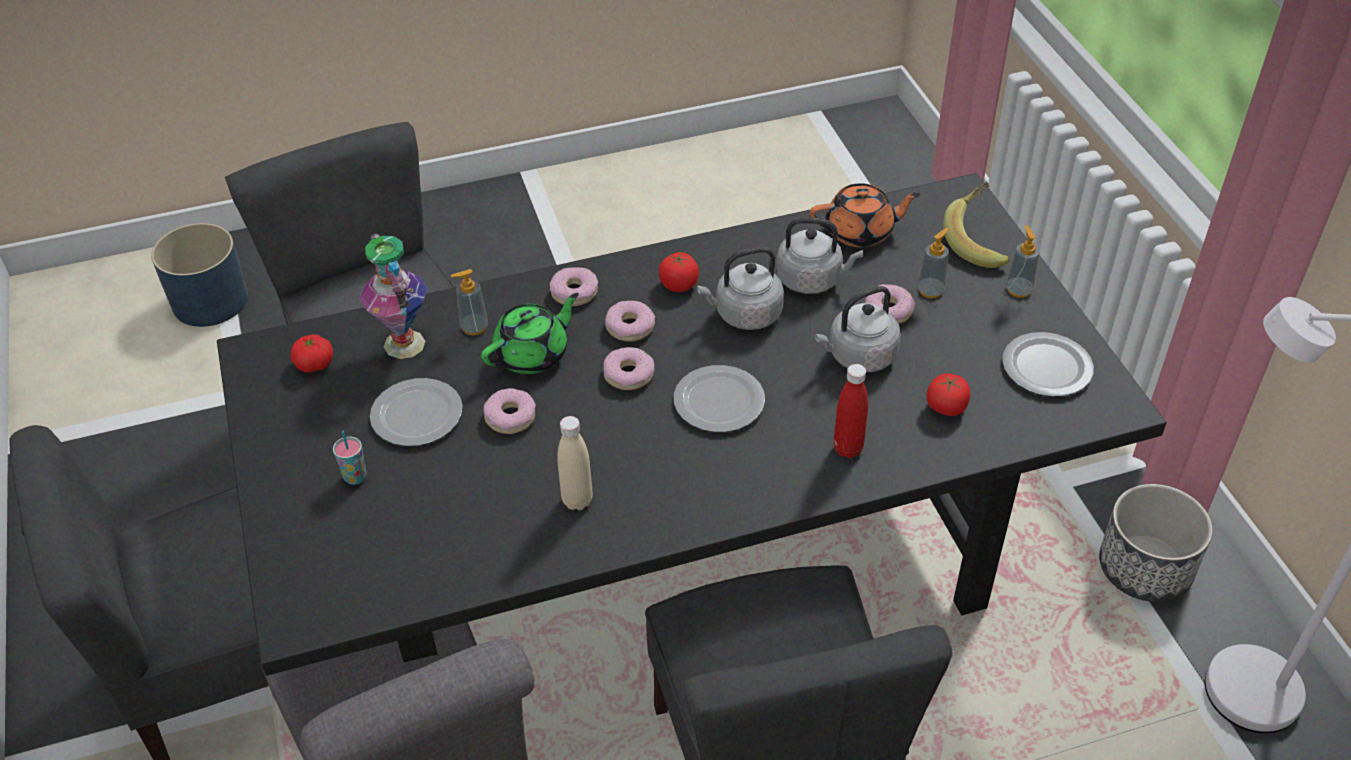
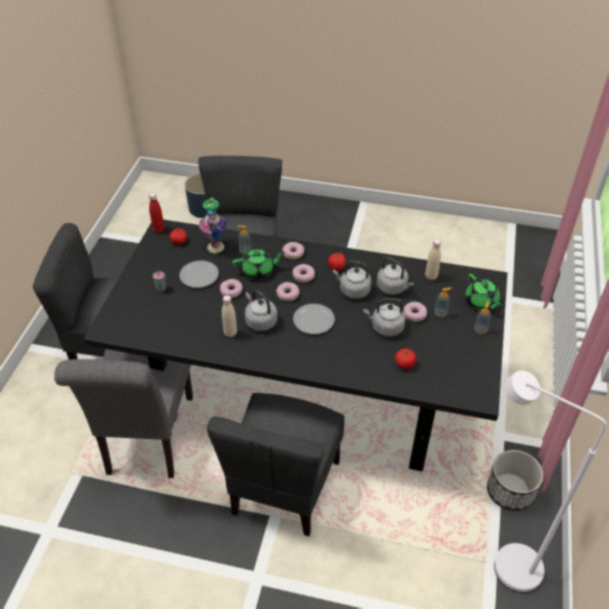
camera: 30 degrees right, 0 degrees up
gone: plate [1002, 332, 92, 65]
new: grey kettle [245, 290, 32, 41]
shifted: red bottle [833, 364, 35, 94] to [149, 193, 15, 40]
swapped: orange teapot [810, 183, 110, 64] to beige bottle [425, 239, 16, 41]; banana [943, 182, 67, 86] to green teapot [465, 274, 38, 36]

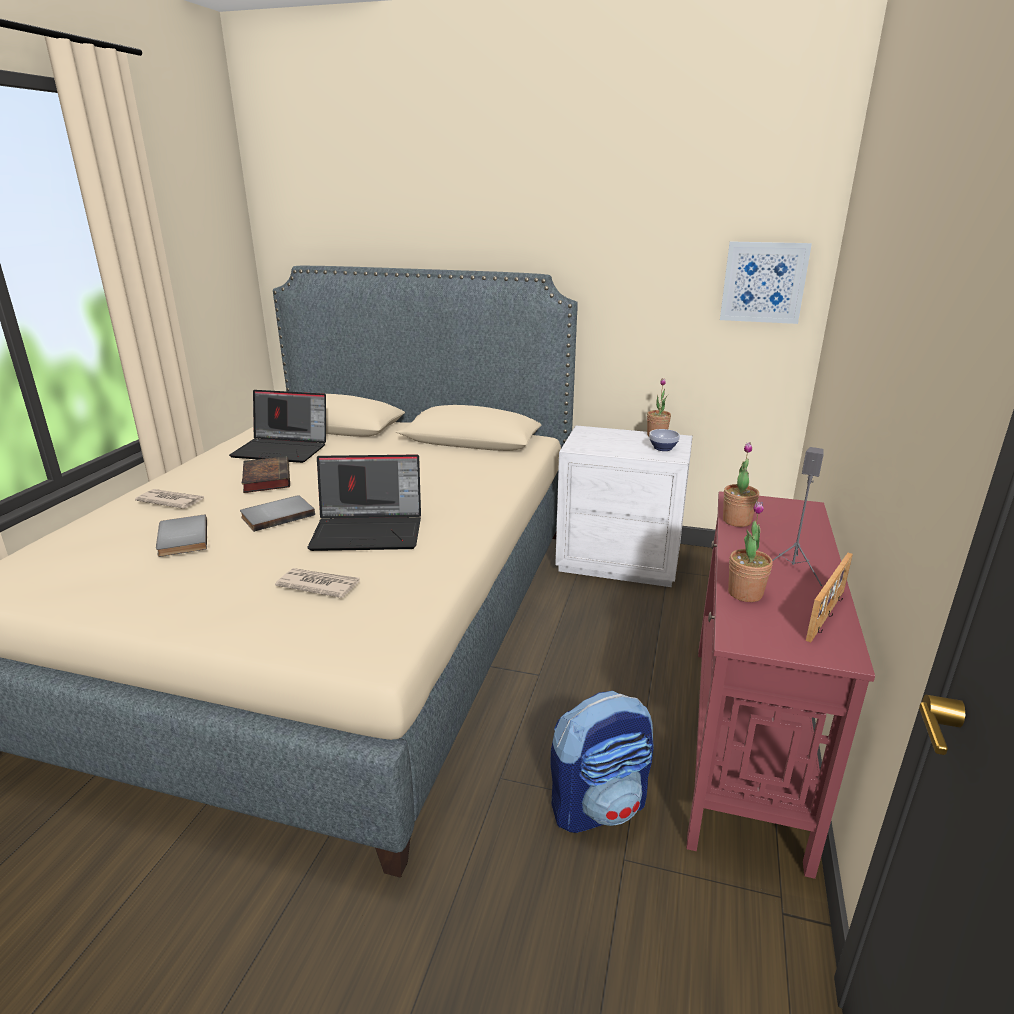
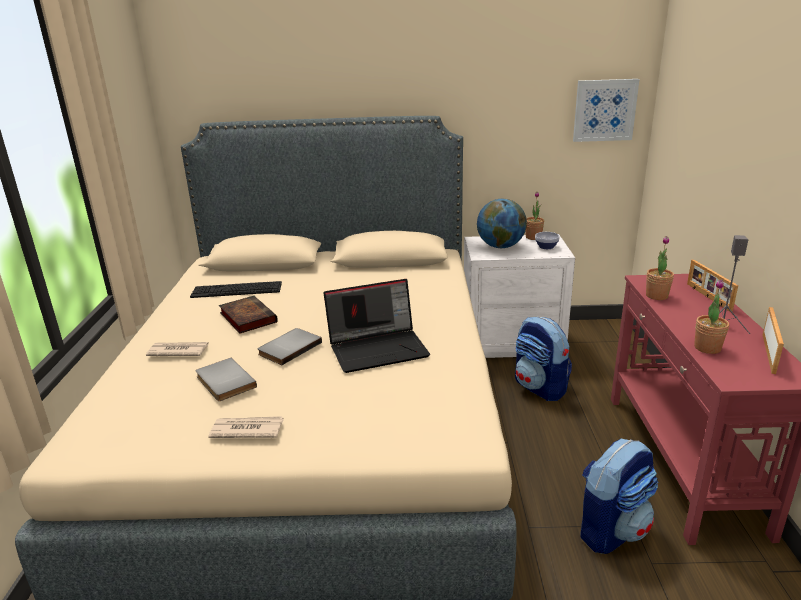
camera: 15 degrees left, 0 degrees up
new: globe [477, 199, 50, 49]; backpack [515, 316, 57, 85]; picture frame [687, 260, 51, 52]
shifted: newspaper [275, 568, 85, 30] to [208, 416, 76, 22]
swapped: laptop [229, 390, 97, 73] to keyboard [190, 281, 92, 17]

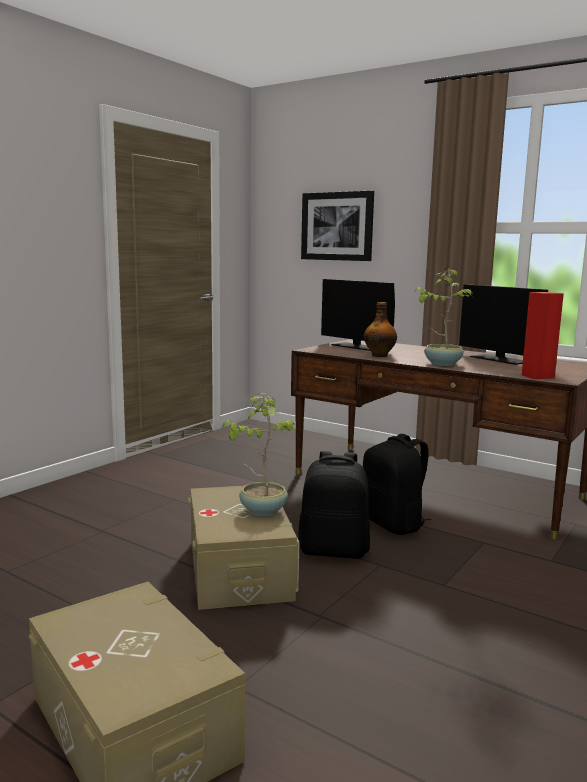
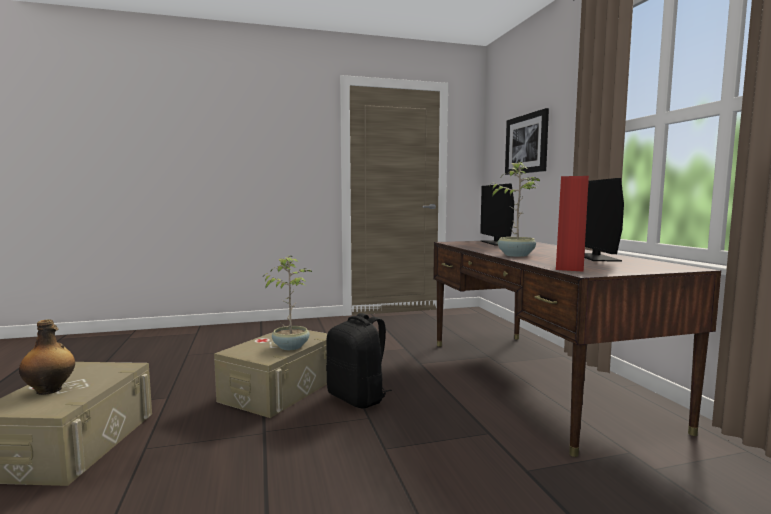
camera: 40 degrees right, 5 degrees down
gone: black backpack [363, 434, 68, 101]
shifted: bottle [364, 302, 33, 55] to [19, 319, 56, 76]

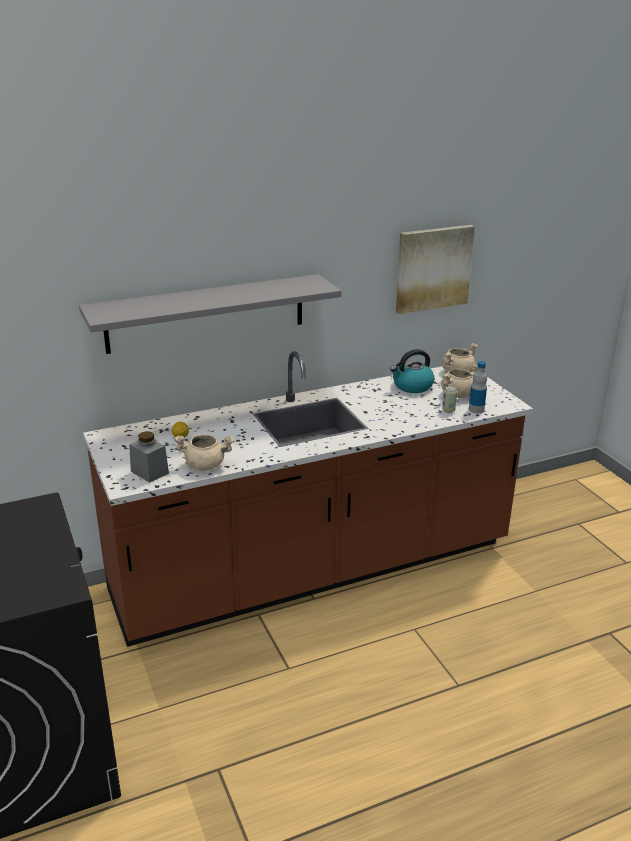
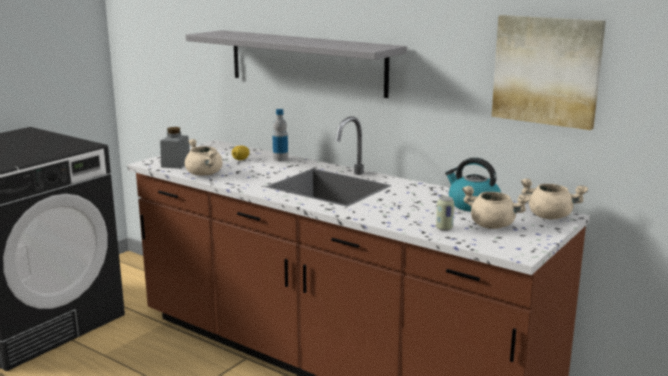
camera: 60 degrees right, 10 degrees down
shifted: bottle [469, 361, 18, 52] to [273, 109, 15, 52]

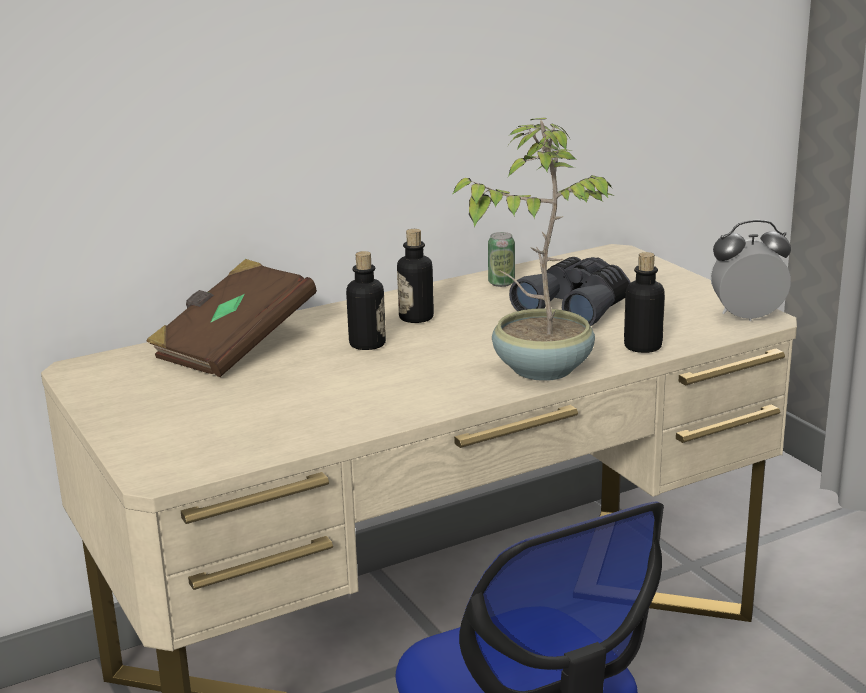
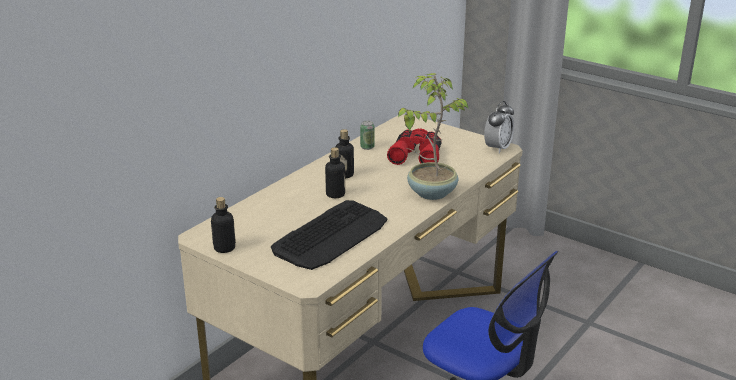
camera: 25 degrees left, 5 degrees up
gone: brown book [146, 259, 171, 118]
new: keyboard [271, 200, 117, 70]
shifted: bottle [624, 252, 41, 101] to [211, 197, 25, 56]
repainted: grey binoculars [509, 257, 122, 69] to red binoculars [387, 128, 55, 37]
rotated: alarm clock [711, 220, 80, 101] = [484, 101, 30, 53] 150 degrees clockwise

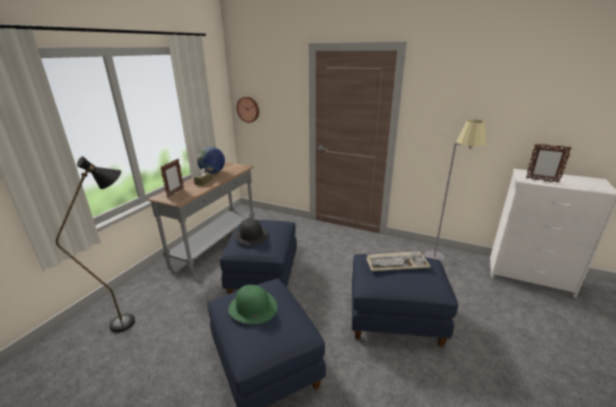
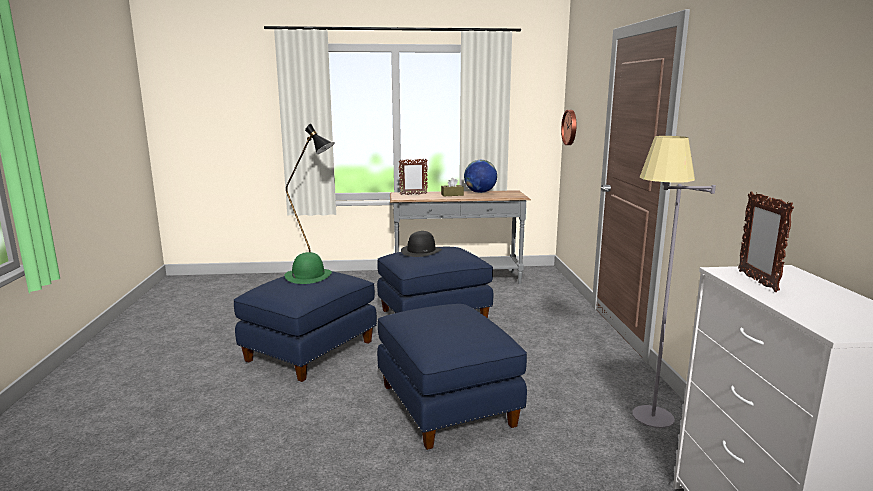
camera: 60 degrees right, 10 degrees down
gone: keyboard [366, 252, 65, 19]

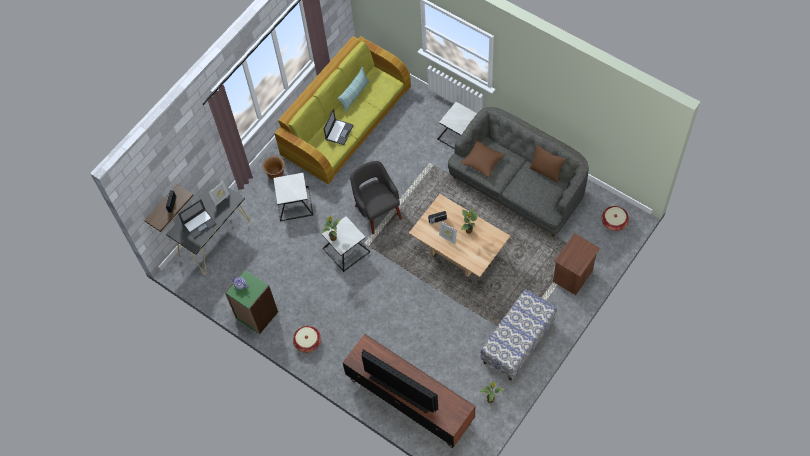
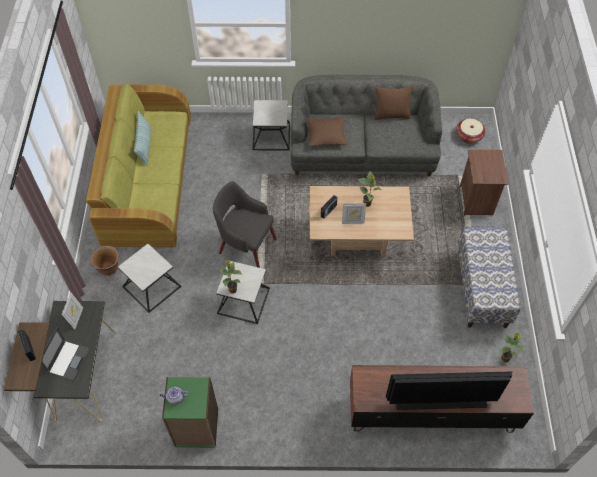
camera: 40 degrees left, 5 degrees down
gone: basket [293, 326, 28, 27]; laptop [324, 108, 29, 37]

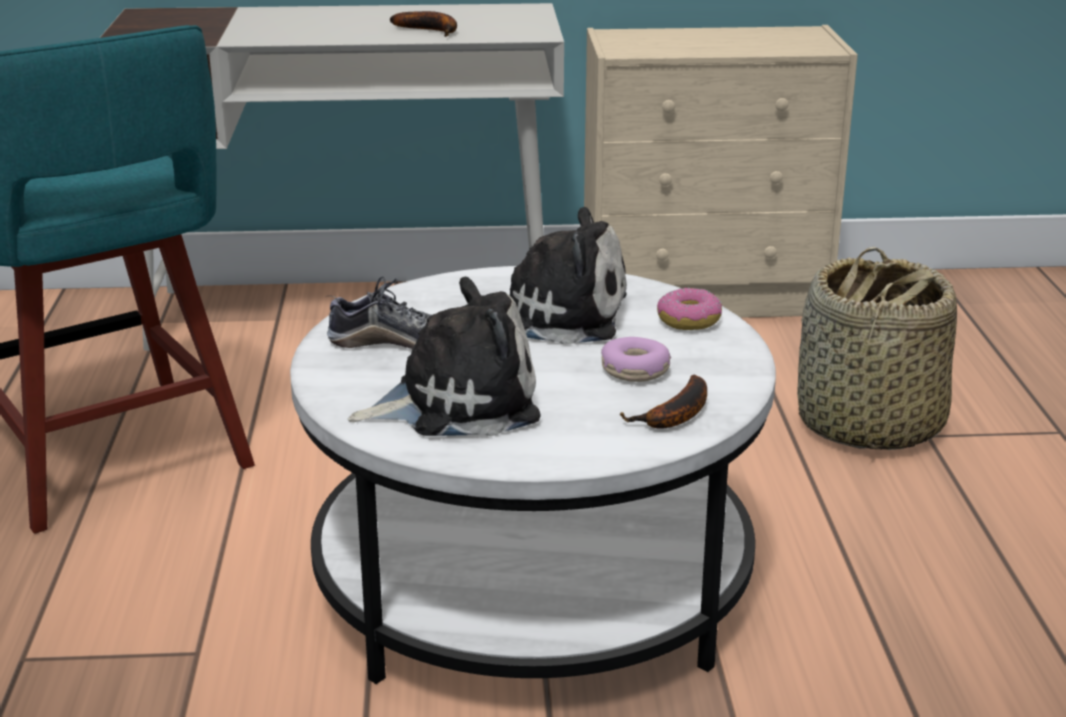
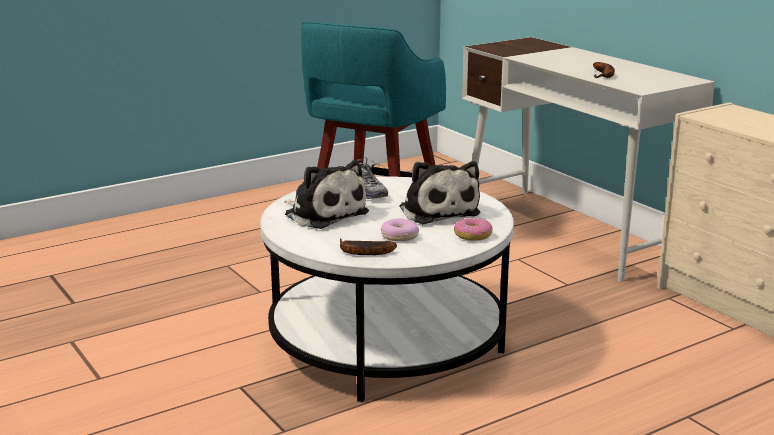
camera: 60 degrees right, 5 degrees down
gone: basket [797, 247, 160, 203]

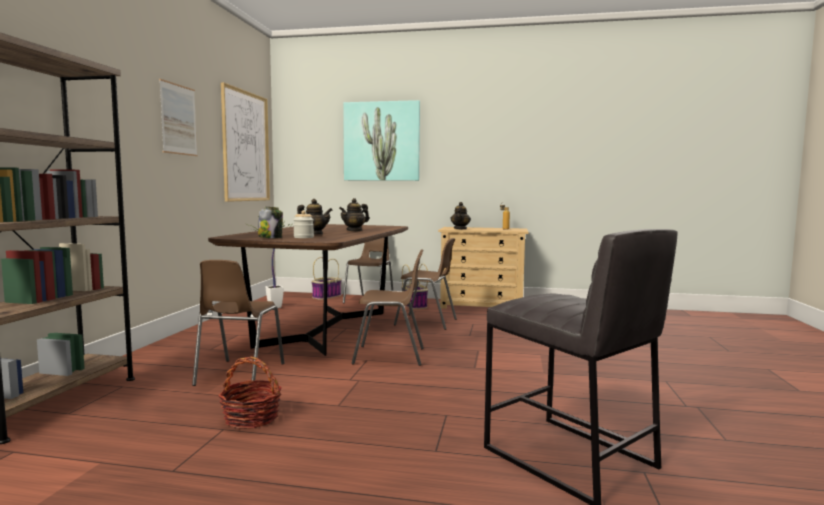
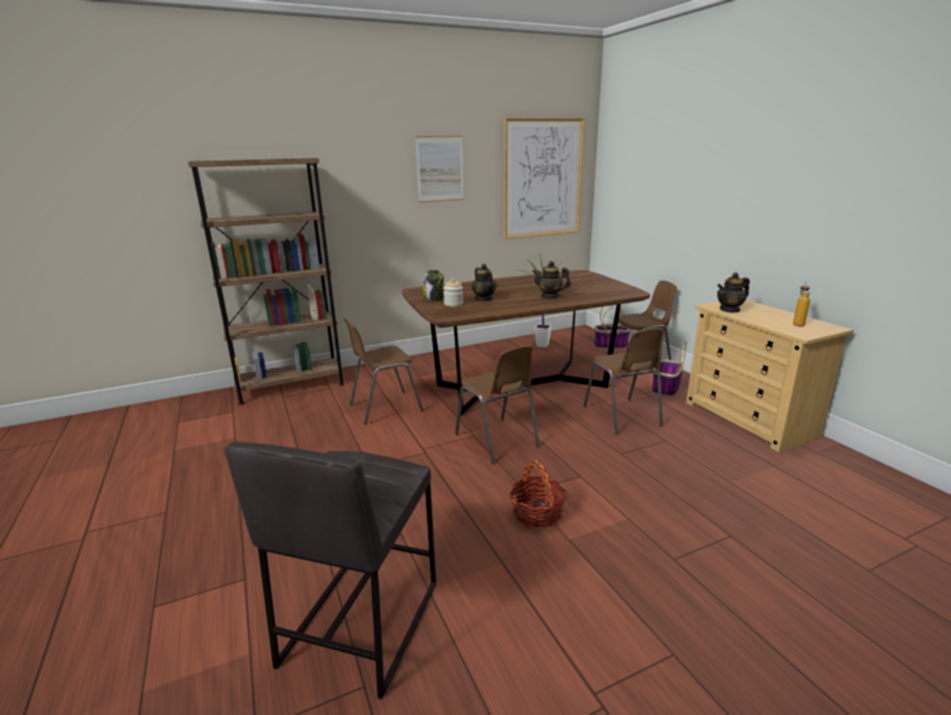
camera: 55 degrees right, 15 degrees up
gone: picture [343, 100, 77, 81]
shifted: basket [219, 356, 63, 73] to [509, 460, 57, 69]

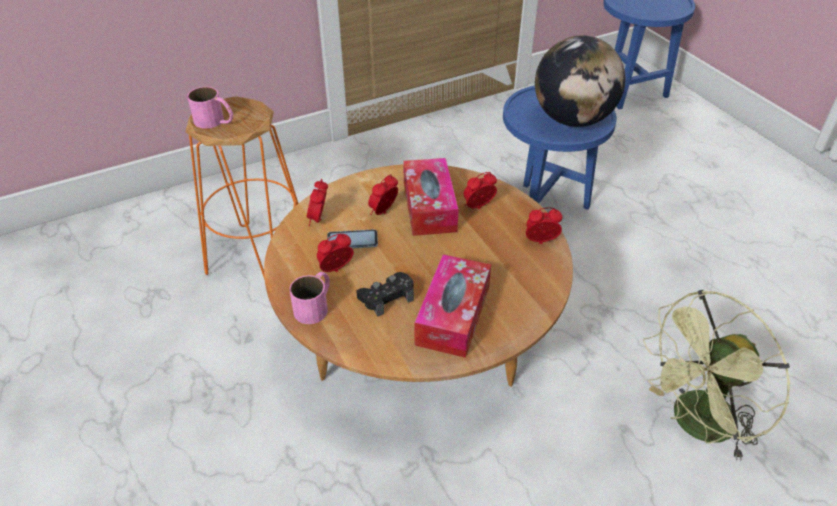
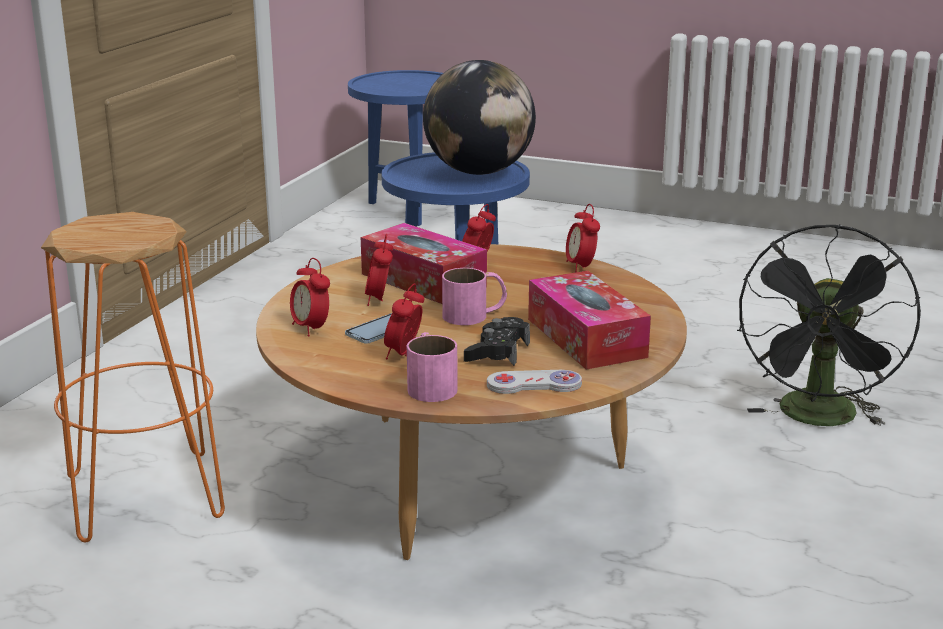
camera: 40 degrees left, 20 degrees down
new: white game controller [487, 370, 95, 24]
shifted: pink mug [187, 87, 46, 42] to [442, 268, 65, 57]
repainted: green fan [643, 290, 147, 171] to black fan [737, 224, 184, 202]
rotated: alarm clock [526, 207, 36, 37] = [566, 204, 34, 69] 60 degrees counterclockwise

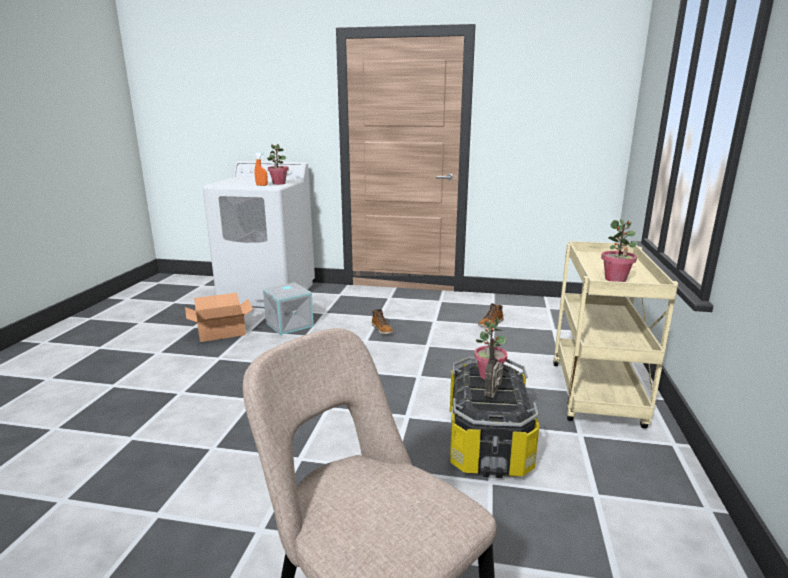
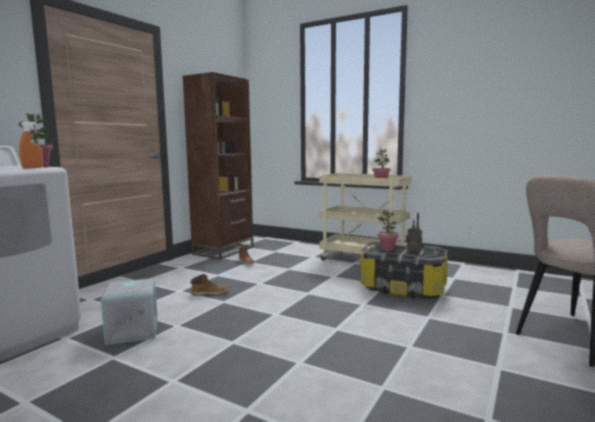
camera: 70 degrees left, 10 degrees down
gone: cardboard box [185, 293, 68, 49]
new: brown bookcase [183, 72, 71, 188]

